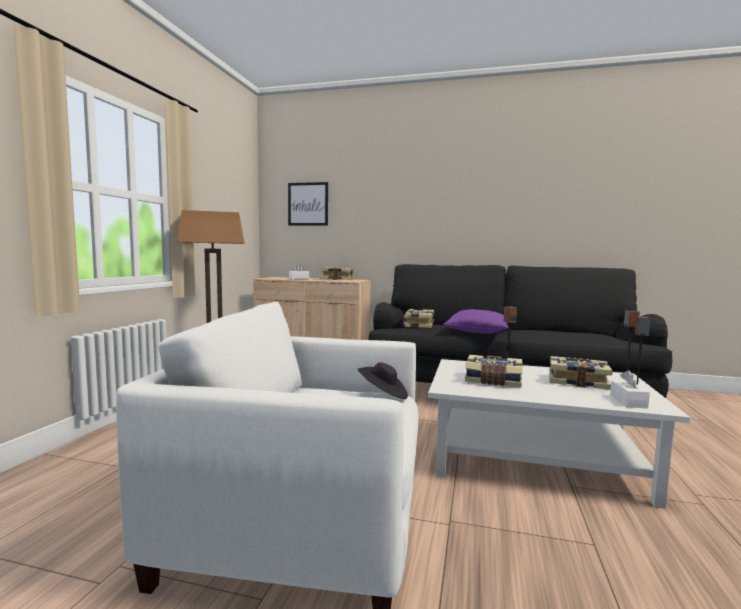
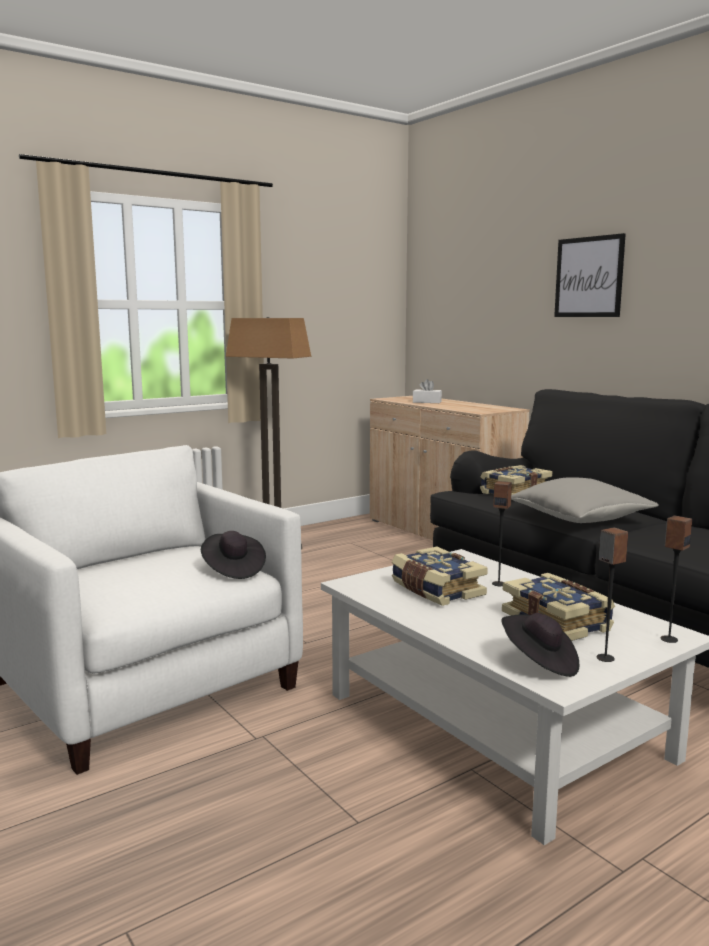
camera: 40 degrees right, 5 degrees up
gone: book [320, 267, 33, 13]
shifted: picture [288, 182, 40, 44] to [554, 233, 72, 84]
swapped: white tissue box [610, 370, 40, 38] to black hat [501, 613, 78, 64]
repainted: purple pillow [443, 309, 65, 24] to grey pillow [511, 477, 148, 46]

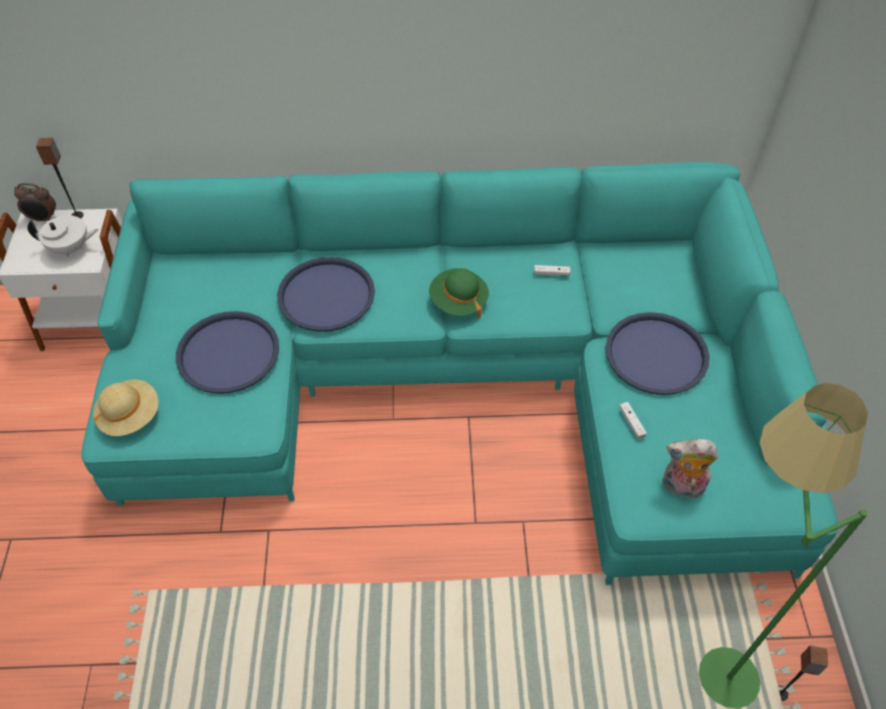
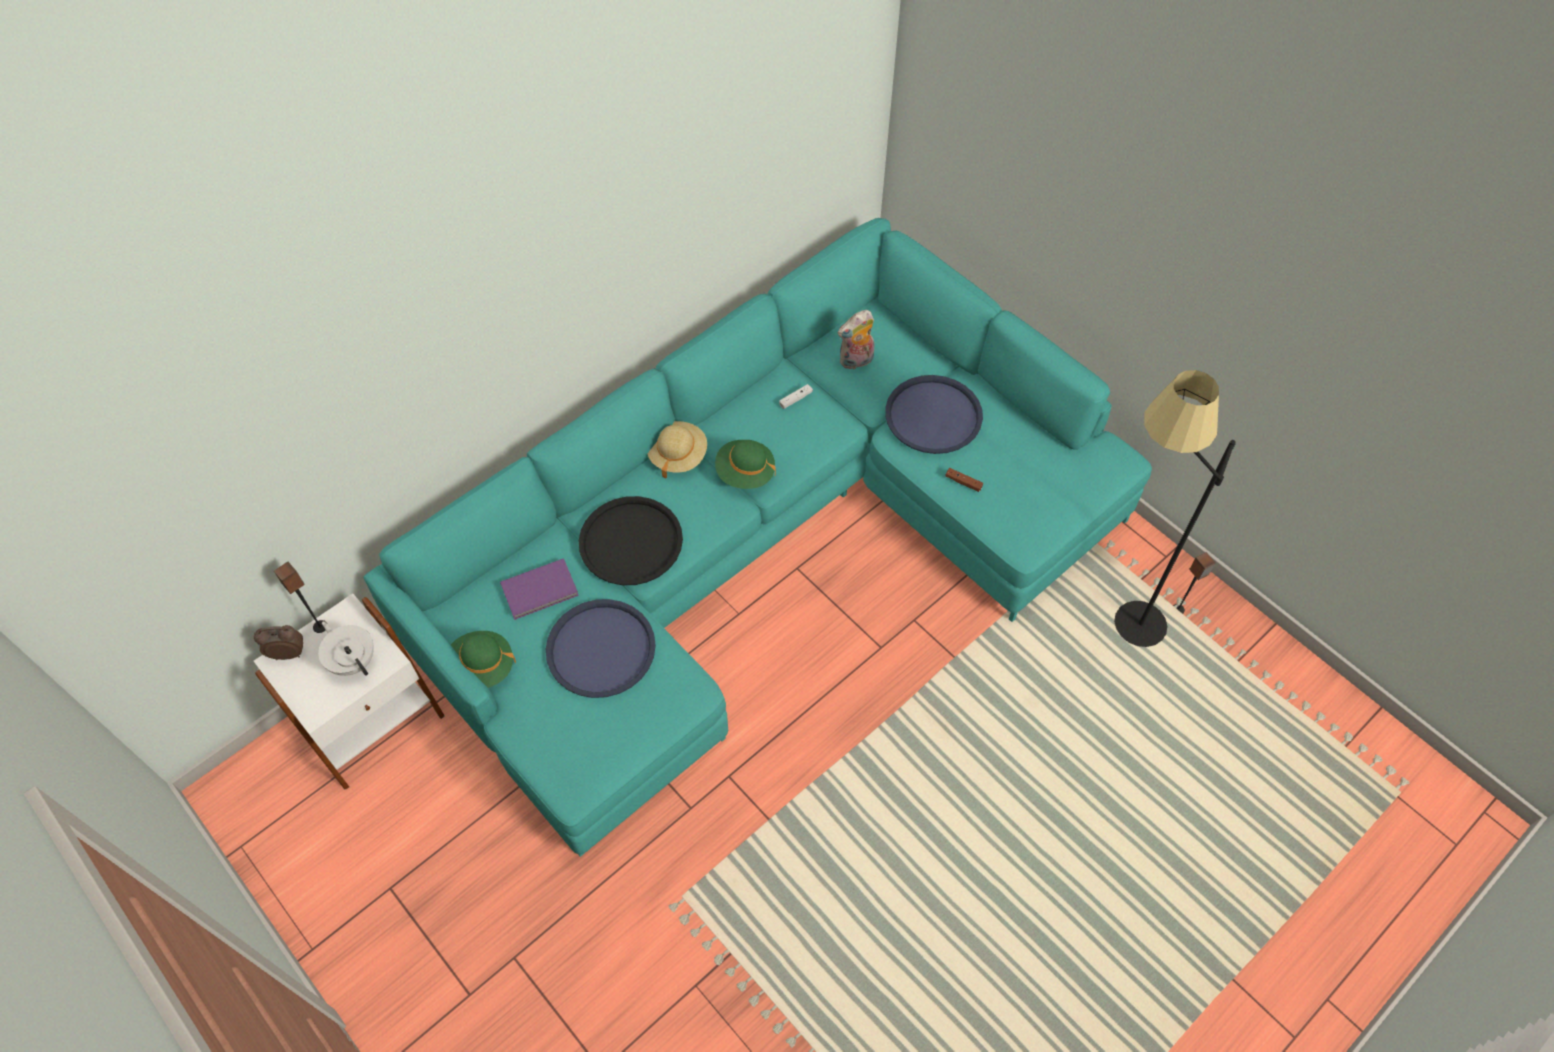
camera: 40 degrees left, 5 degrees up
new: green hat [451, 631, 65, 57]; purple book [500, 558, 79, 62]
shifted: beige hat [93, 379, 65, 57] to [647, 421, 60, 58]; plush toy [663, 438, 55, 61] to [838, 310, 36, 60]
repainted: blue tray [277, 257, 98, 75] to black tray [579, 496, 104, 89]; white game controller [619, 402, 28, 37] to brown game controller [945, 468, 38, 24]; green floor lamp [699, 383, 169, 326] to black floor lamp [1114, 370, 122, 277]
rotated: alarm clock [14, 183, 42, 38] = [254, 625, 49, 35] 150 degrees counterclockwise; white teapot [27, 215, 72, 42] = [318, 621, 56, 55] 90 degrees counterclockwise

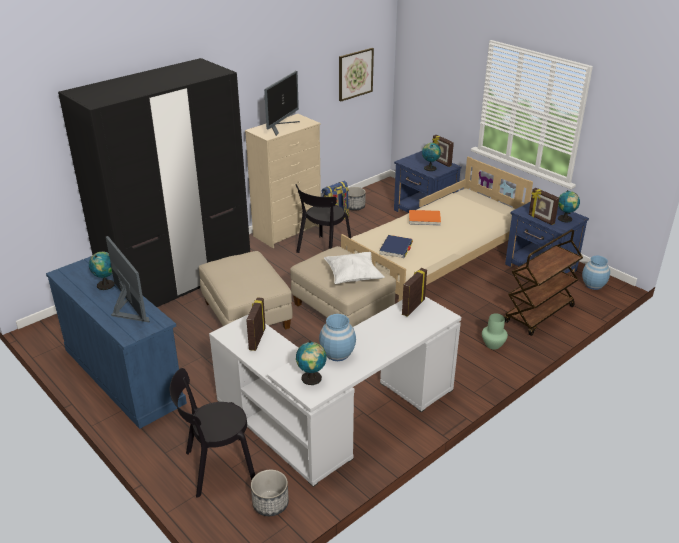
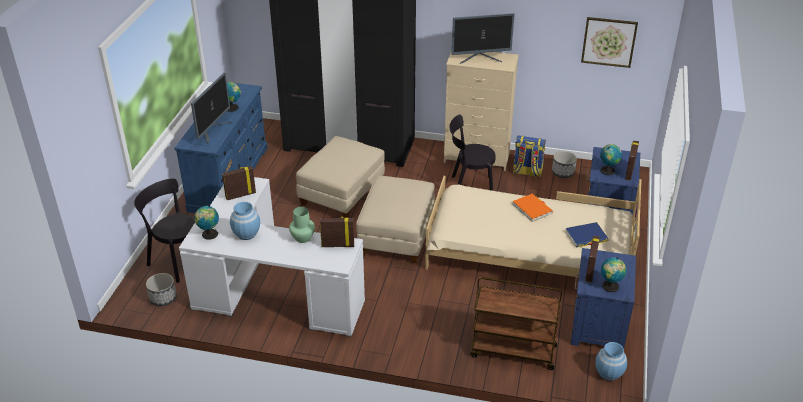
camera: 55 degrees right, 5 degrees up
gone: white pillow [324, 252, 61, 32]
shifted: green vase [482, 314, 26, 36] to [289, 207, 26, 36]; blue book [379, 235, 34, 23] to [565, 222, 43, 25]

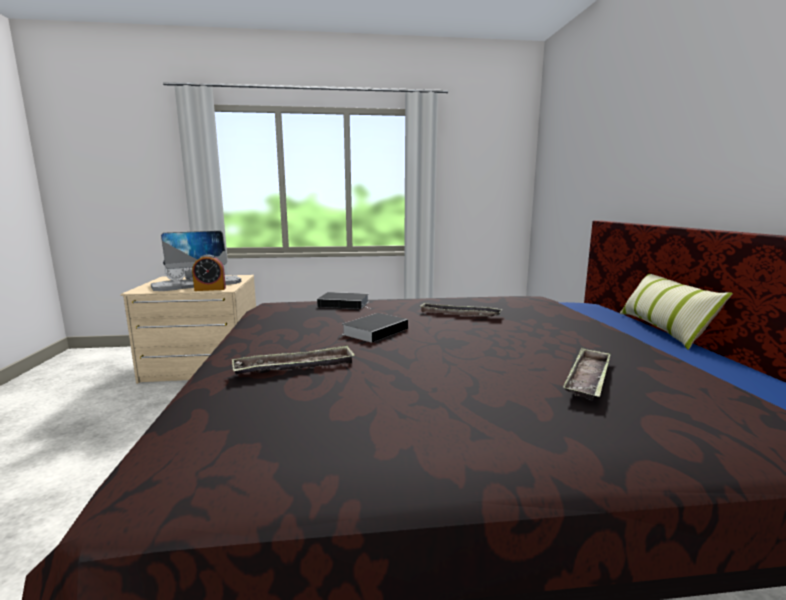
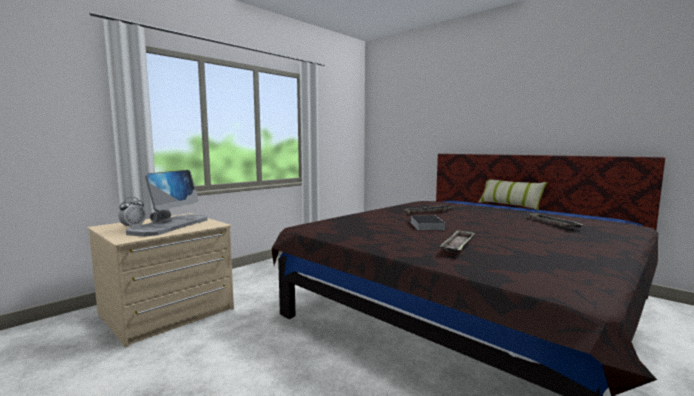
camera: 40 degrees left, 5 degrees down
gone: alarm clock [192, 254, 34, 37]; book [317, 292, 52, 17]

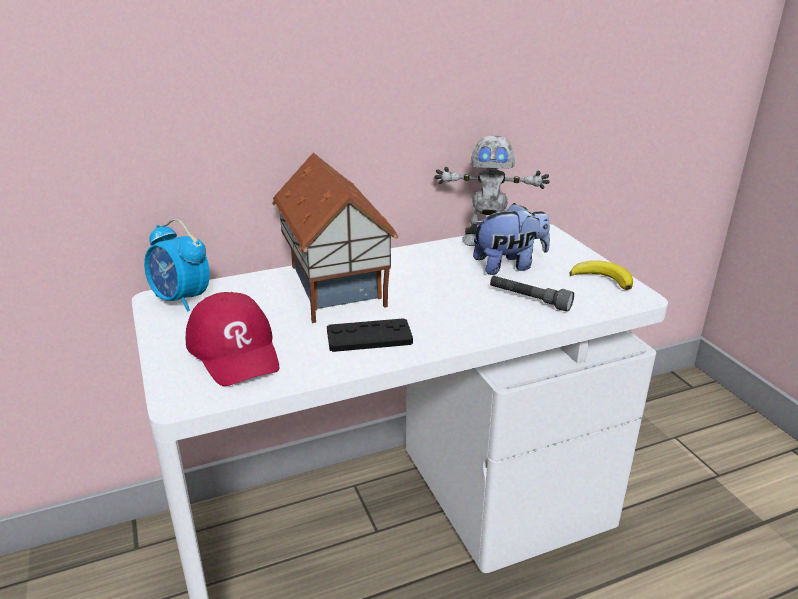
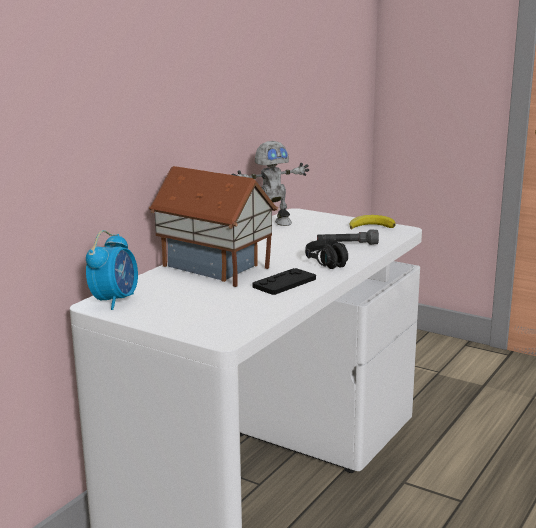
camera: 35 degrees left, 10 degrees down
gone: red cap [186, 292, 94, 94]; plush toy [473, 203, 77, 72]
new: black headphones [305, 240, 43, 29]
rotated: alarm clock [144, 219, 66, 92] = [86, 230, 52, 80] 75 degrees counterclockwise

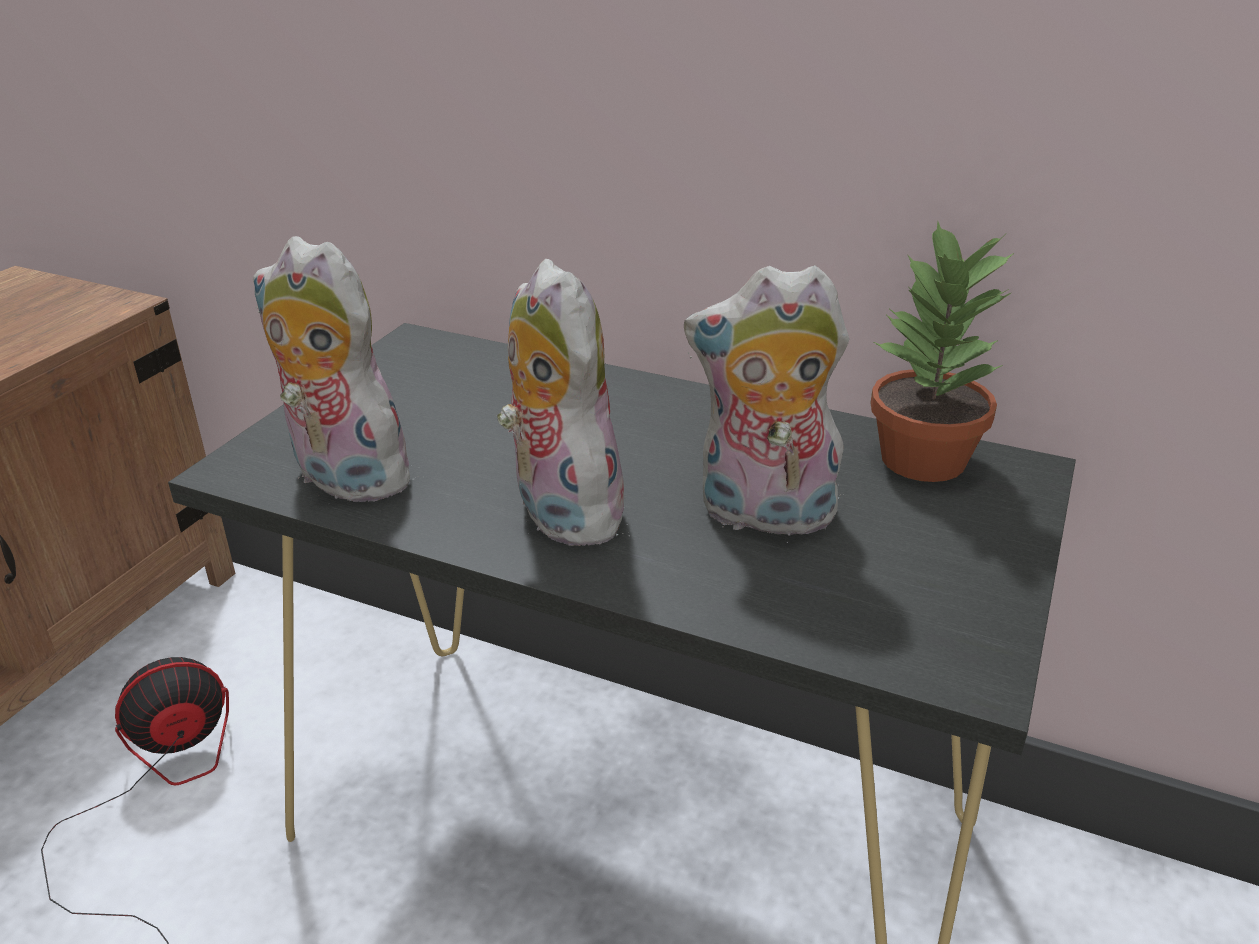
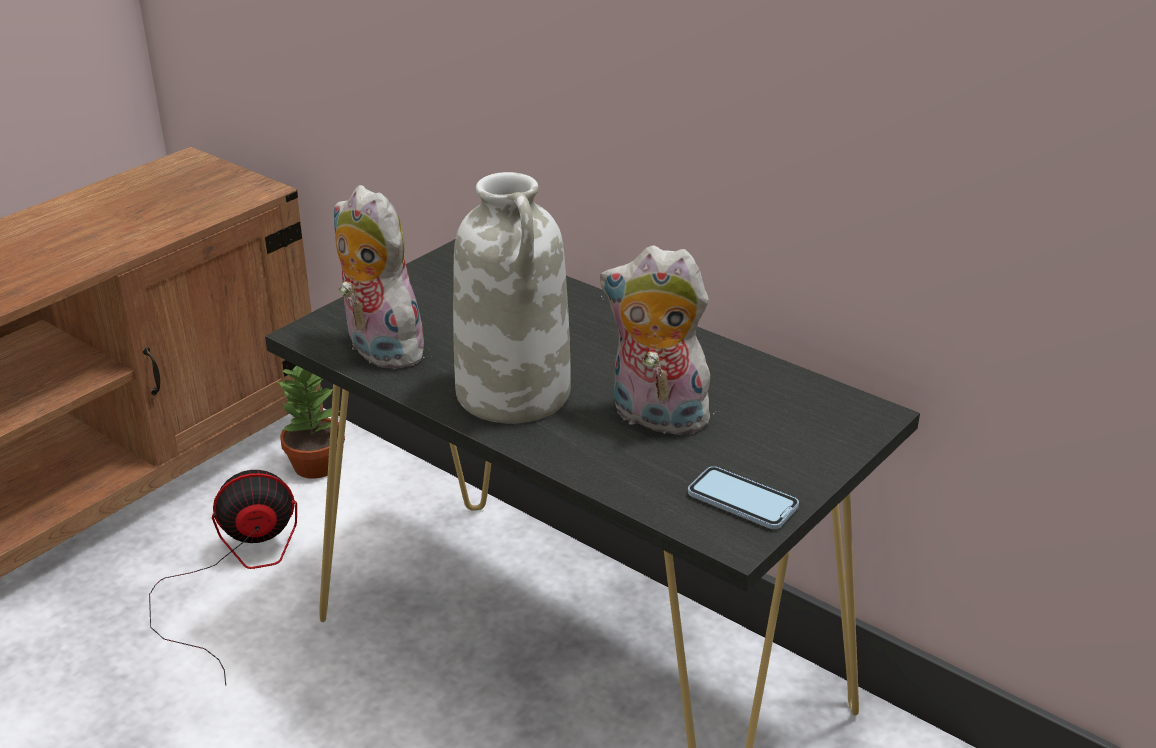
camera: 15 degrees right, 0 degrees up
new: phone [688, 466, 111, 63]
shifted: potted plant [871, 221, 143, 261] to [276, 365, 69, 114]
swapped: plush toy [497, 259, 133, 287] to white vase [453, 172, 118, 251]

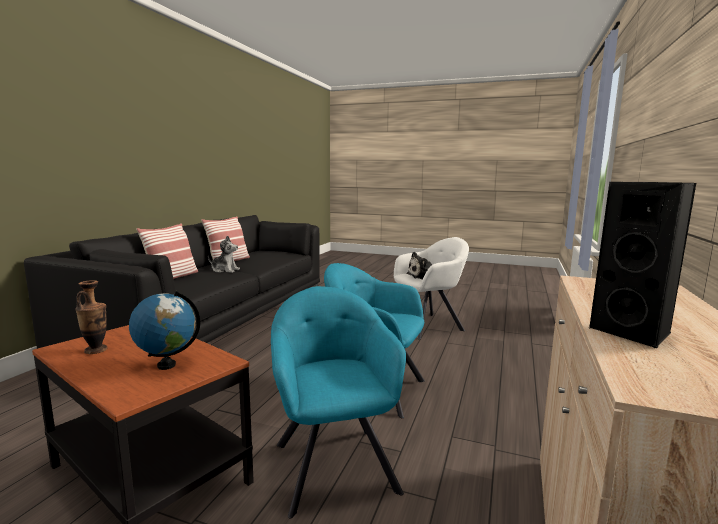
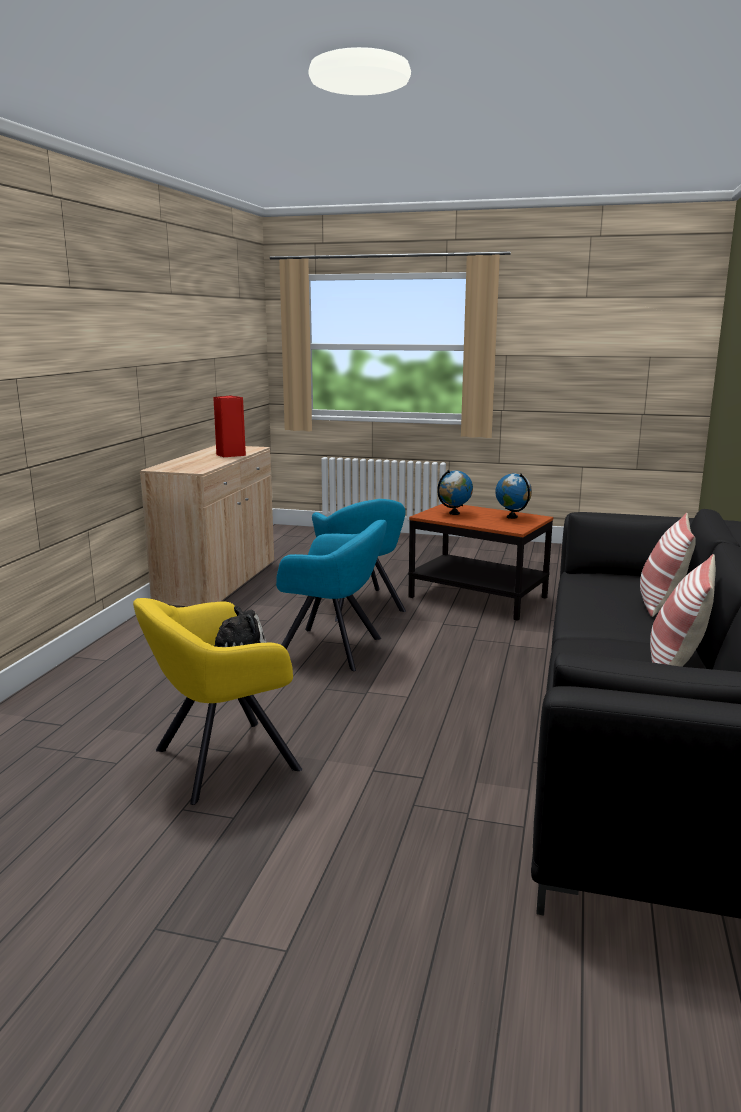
camera: 175 degrees right, 5 degrees up
gone: plush toy [208, 235, 32, 38]
swapped: vase [75, 280, 32, 74] to globe [495, 473, 37, 46]
repainted: white armchair [394, 237, 75, 103] to yellow armchair [133, 598, 169, 207]; black speaker [589, 182, 107, 166] to red speaker [213, 395, 33, 62]

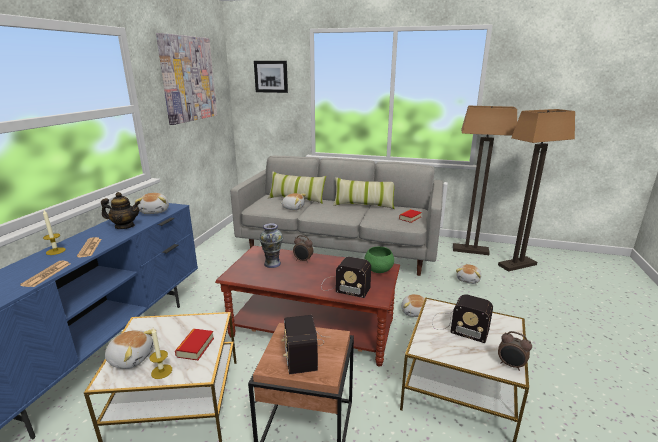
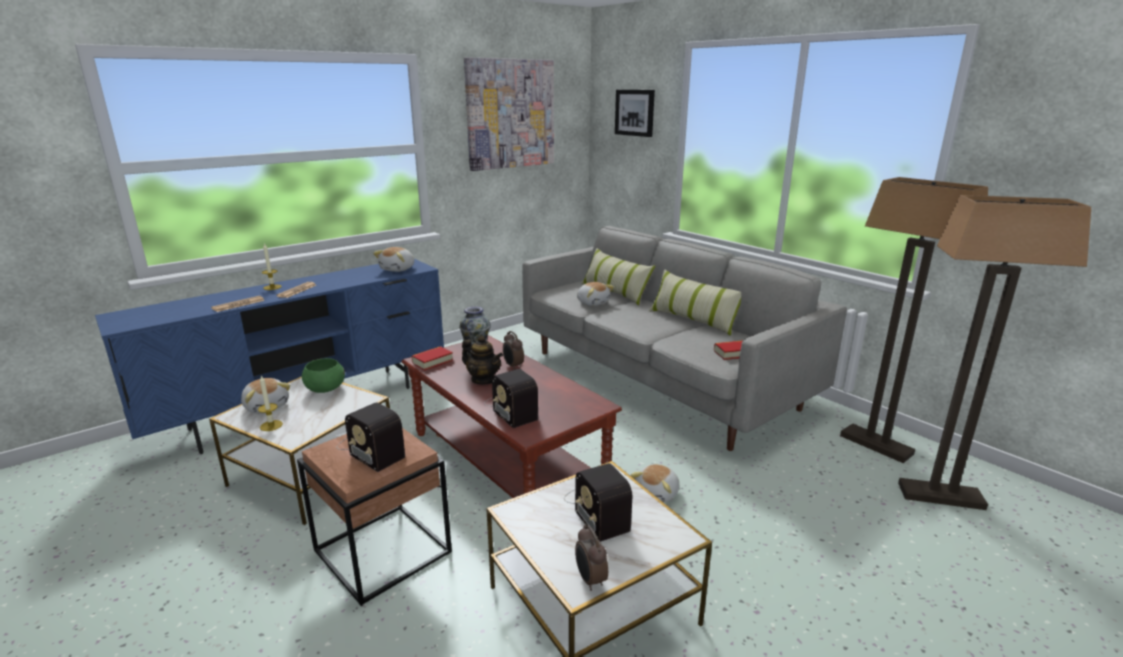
camera: 35 degrees right, 0 degrees up
gone: plush toy [456, 264, 25, 20]
shifted: green bowl [365, 247, 29, 26] to [302, 358, 43, 35]; book [175, 329, 39, 31] to [412, 346, 41, 24]; teapot [101, 192, 39, 37] to [462, 335, 41, 49]
rotated: radio [281, 315, 43, 59] = [336, 403, 69, 69] 75 degrees counterclockwise

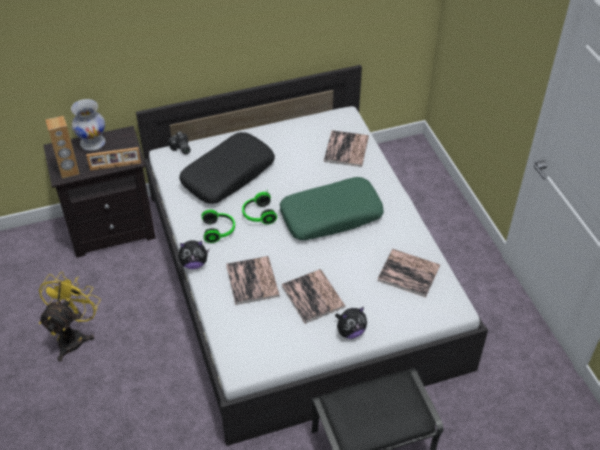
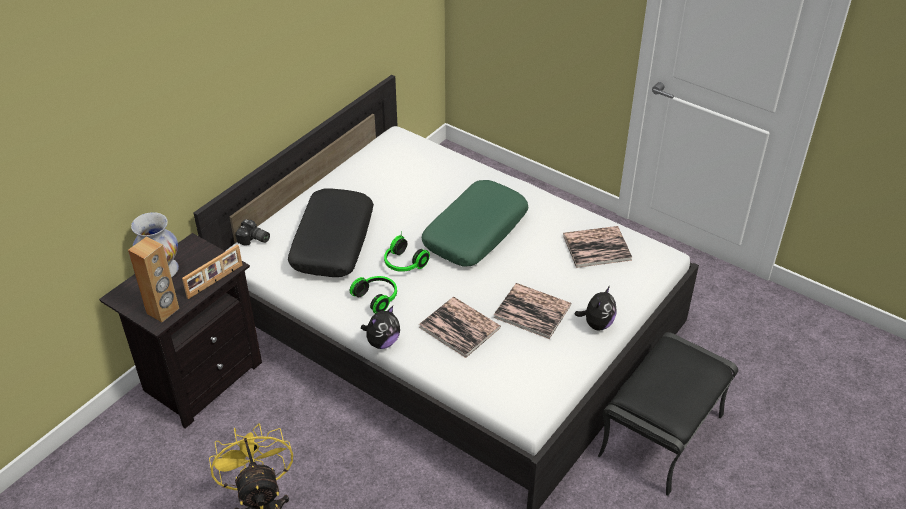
camera: 35 degrees left, 5 degrees down
gone: book [324, 130, 45, 37]

